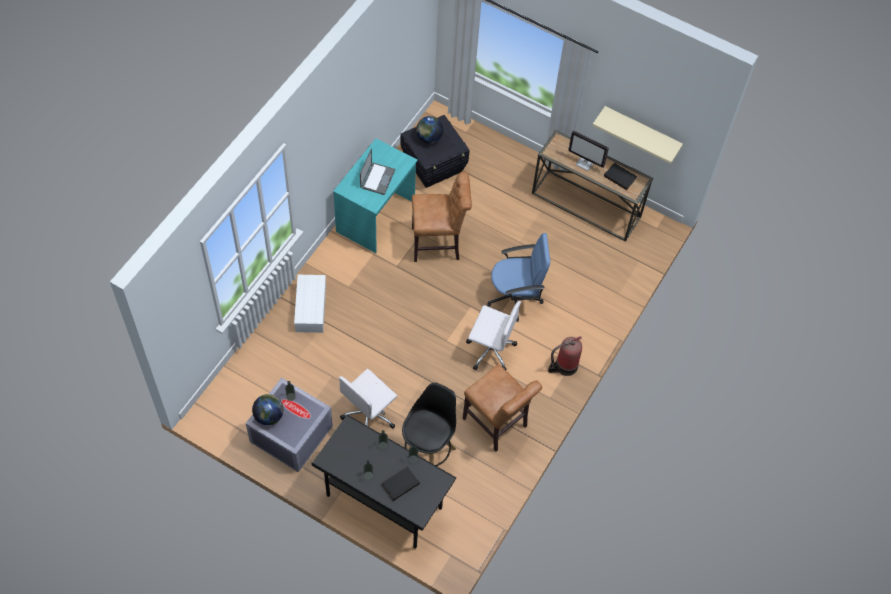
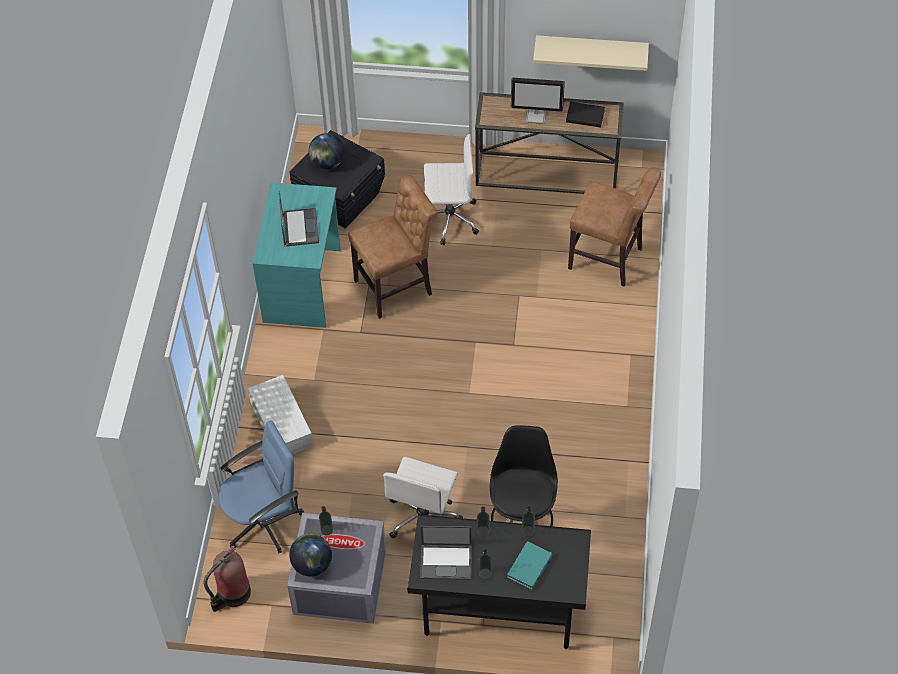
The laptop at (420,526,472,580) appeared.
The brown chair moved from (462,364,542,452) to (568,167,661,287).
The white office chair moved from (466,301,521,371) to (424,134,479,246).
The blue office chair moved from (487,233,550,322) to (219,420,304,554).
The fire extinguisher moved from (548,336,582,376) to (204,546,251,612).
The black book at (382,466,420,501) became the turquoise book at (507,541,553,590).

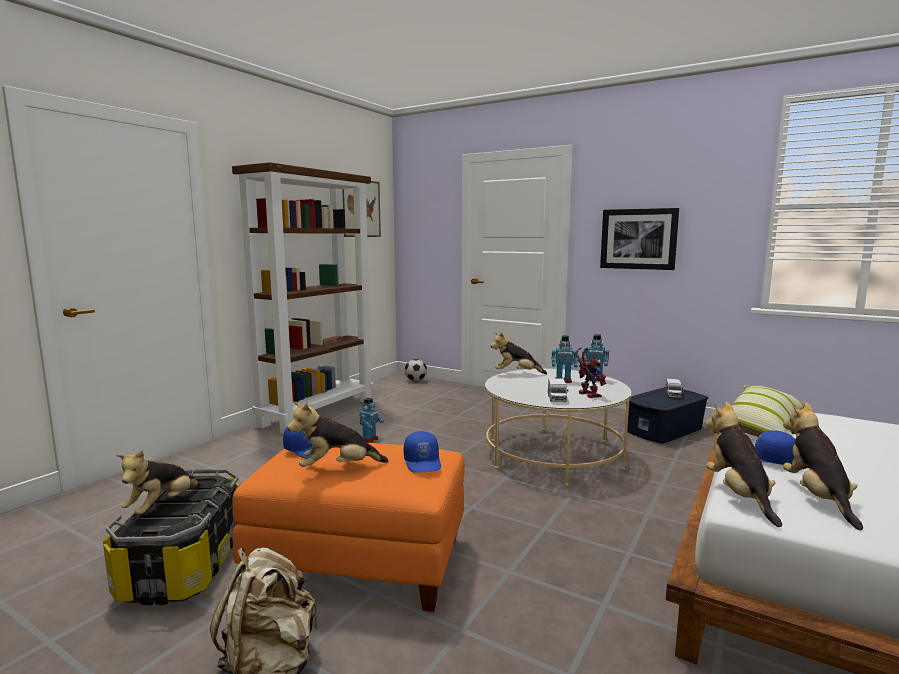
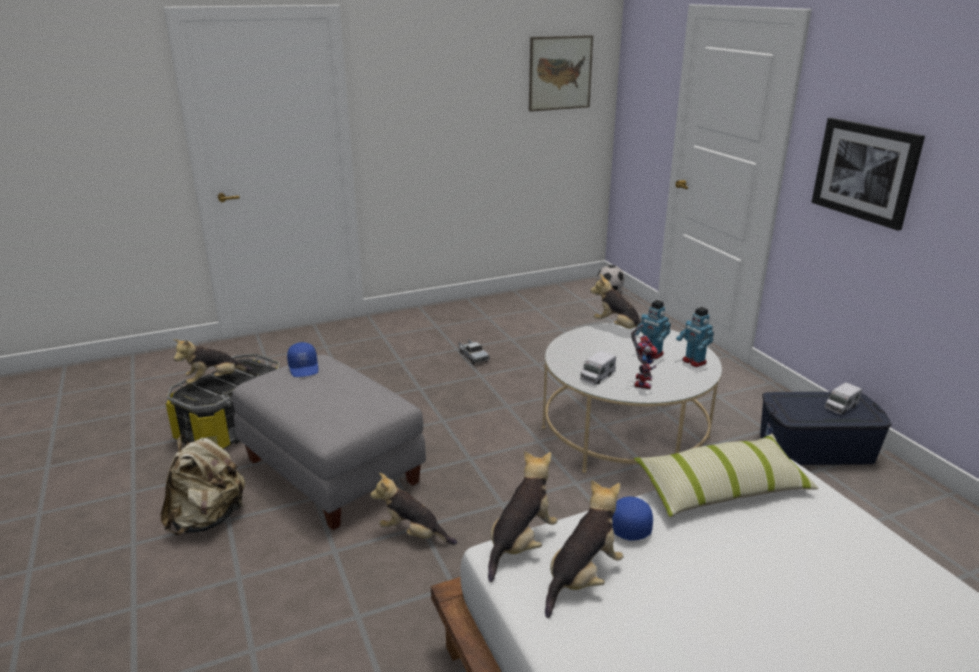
The brown bookcase at (232,162,374,434) disappeared.
The blue cap at (404,431,441,473) disappeared.
The plush toy moved from (287,402,389,467) to (370,473,457,544).
The toy robot at (360,398,384,443) was replaced by the toy truck at (459,339,490,365).
The orange ottoman at (232,443,465,612) became the grey ottoman at (232,355,426,530).

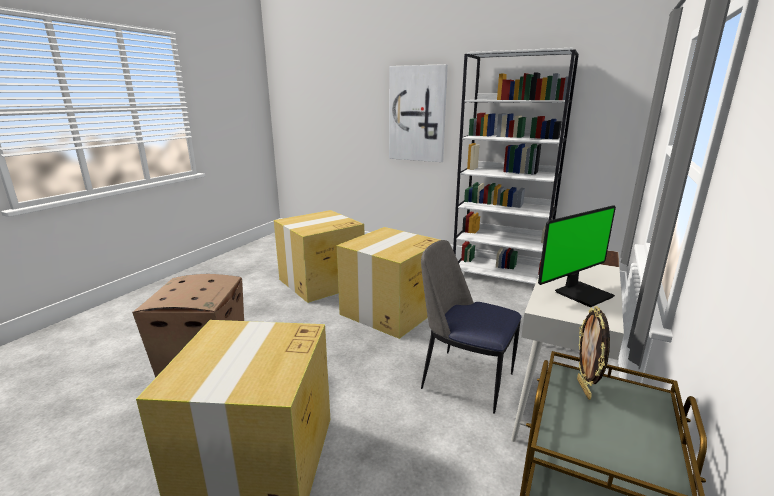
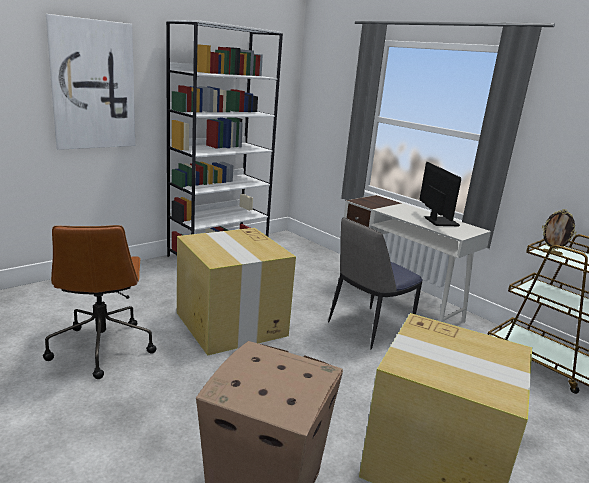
The cardboard box at (274,210,364,303) was replaced by the brown office chair at (43,225,156,379).

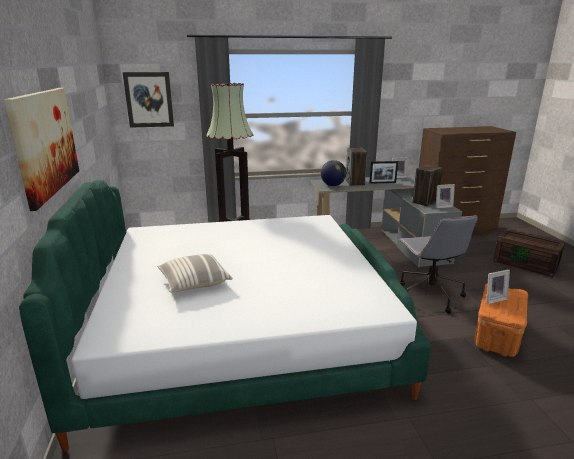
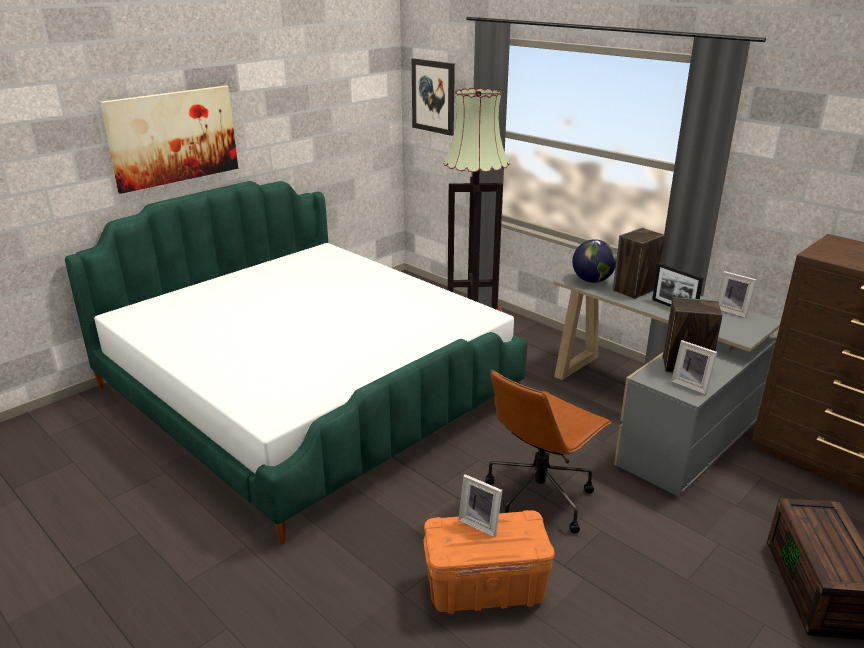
The pillow at (157,254,233,292) disappeared.
The grey office chair at (399,216,478,313) became the brown office chair at (486,370,612,534).

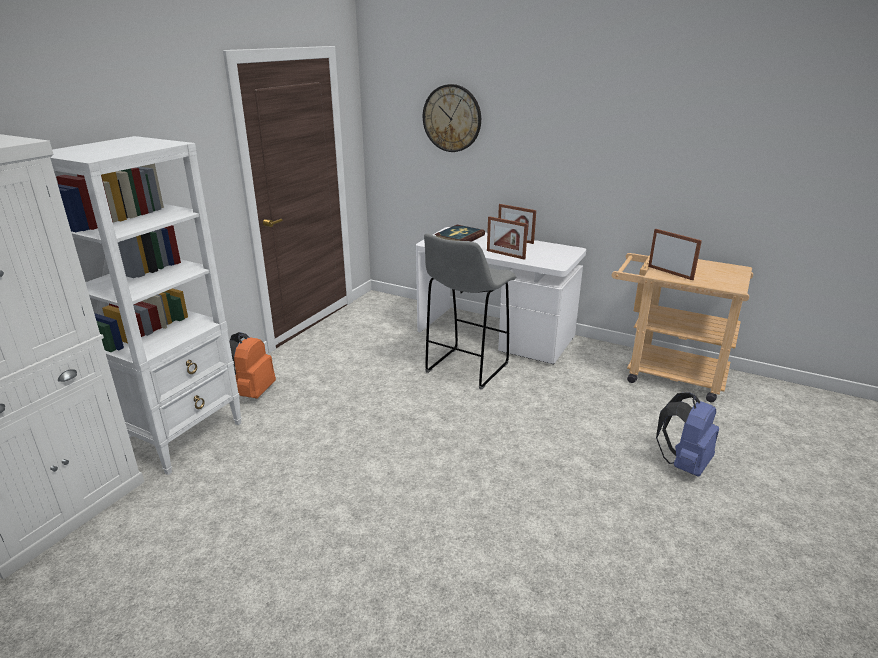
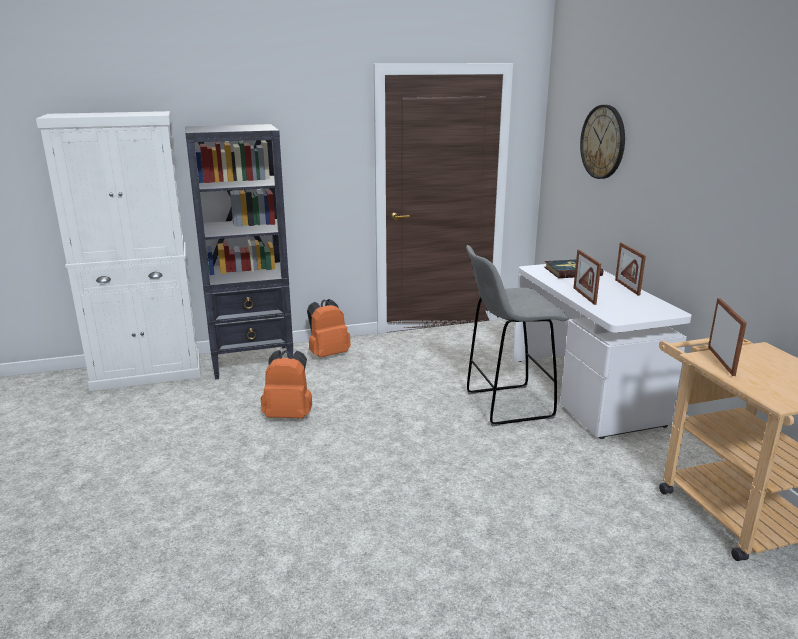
The blue backpack at (656,392,719,477) disappeared.
The orange backpack at (261,350,312,418) appeared.
The white bookcase at (50,136,242,475) became the black bookcase at (185,124,293,379).

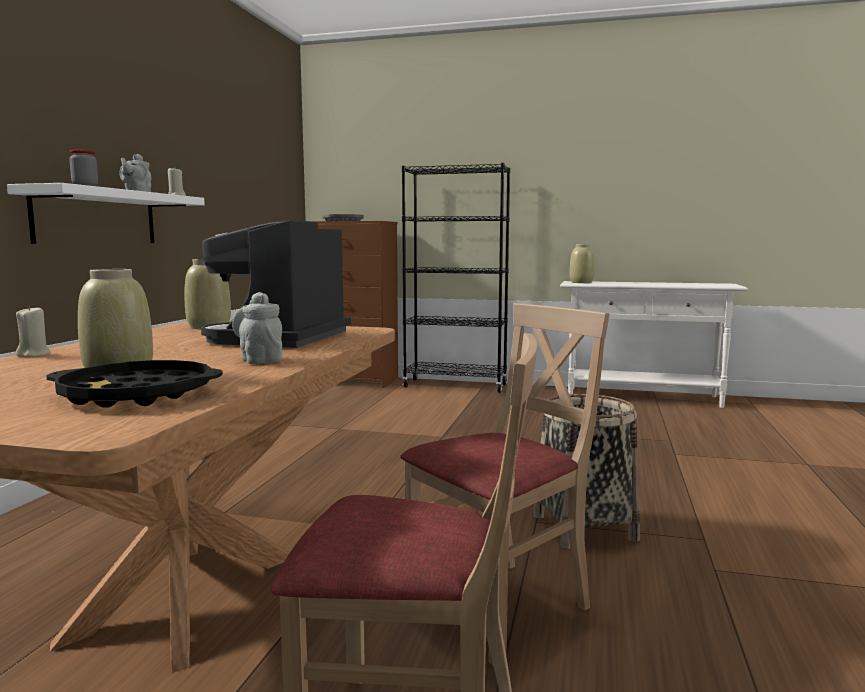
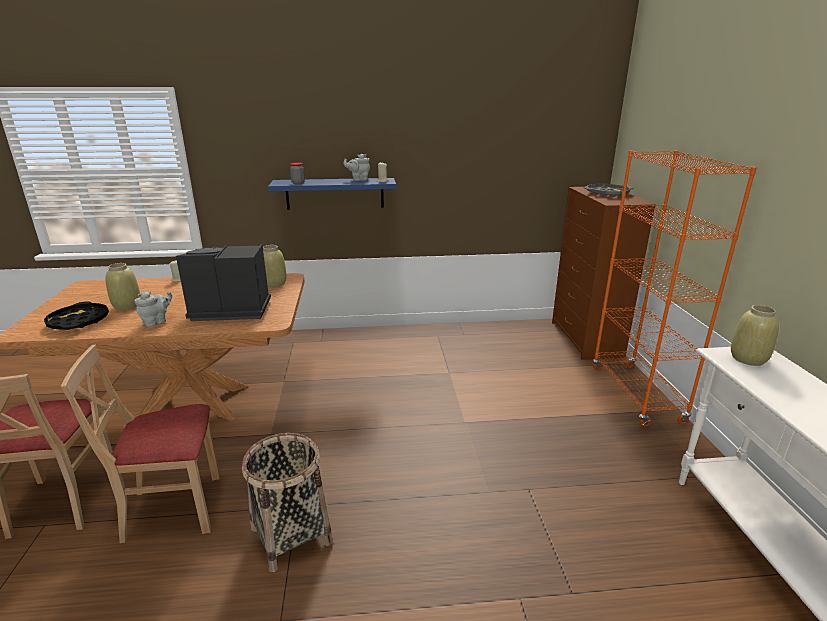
The white shelf at (7,183,205,244) became the blue shelf at (268,178,396,210).
The black bookcase at (402,163,510,393) became the orange bookcase at (593,150,757,427).
The beige chair at (400,303,609,665) turned 135 degrees clockwise.

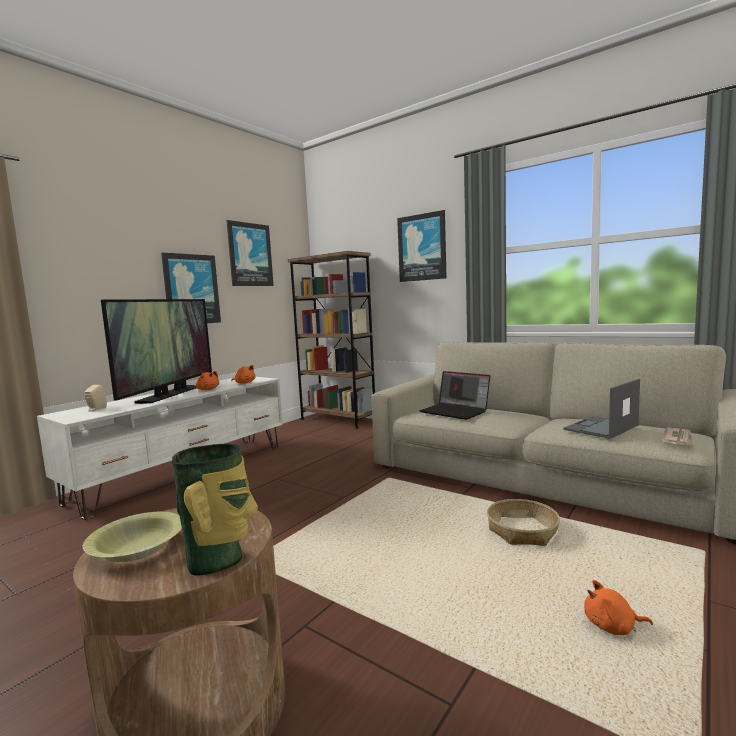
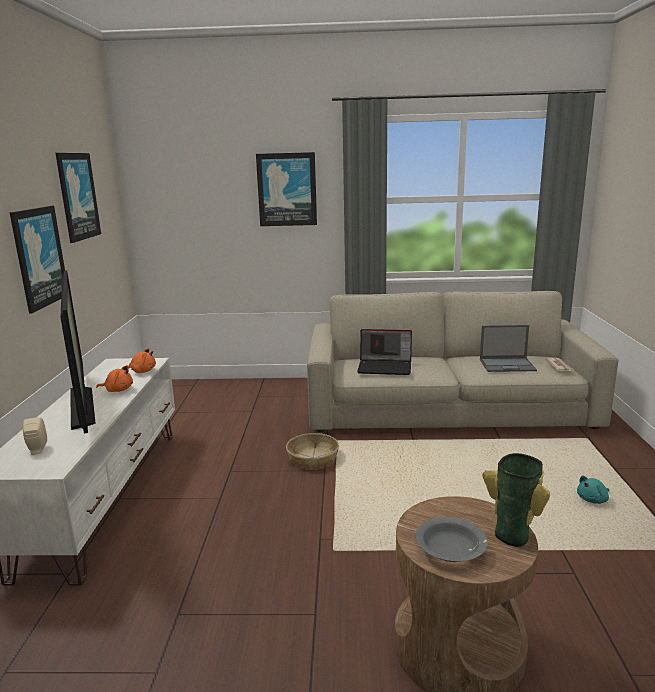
The brown bookcase at (288,251,375,429) disappeared.
The basket moved from (487,499,560,546) to (286,433,339,470).
The yellow bowl at (83,512,182,562) became the grey bowl at (416,517,487,562).
The orange plush toy at (584,580,653,635) became the turquoise plush toy at (577,475,609,504).
The laptop at (564,379,640,439) turned 105 degrees counterclockwise.

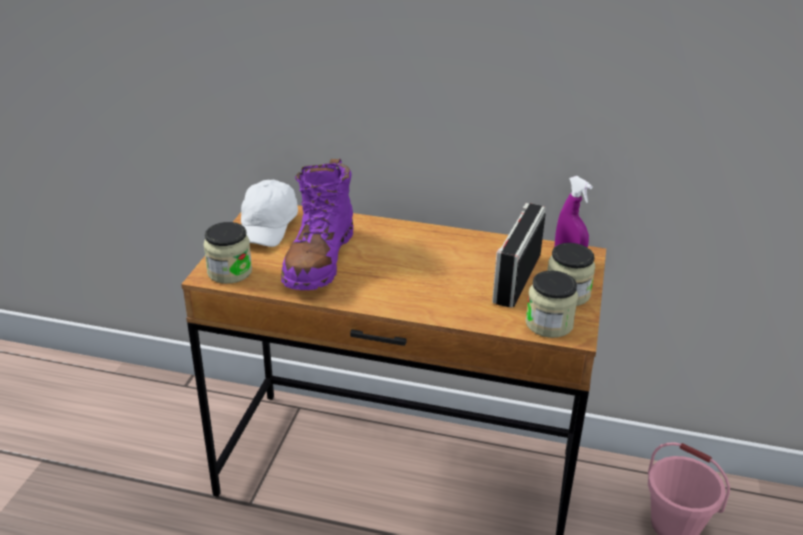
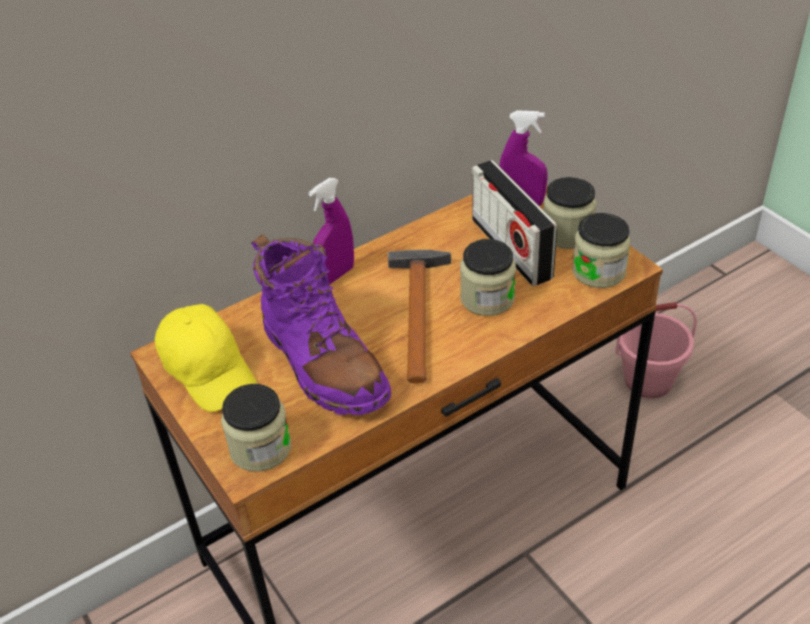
The purple spray bottle at (308,178,354,284) appeared.
The hammer at (388,250,451,384) appeared.
The jar at (460,239,516,316) appeared.
The white cap at (241,180,298,247) became the yellow cap at (155,304,257,412).

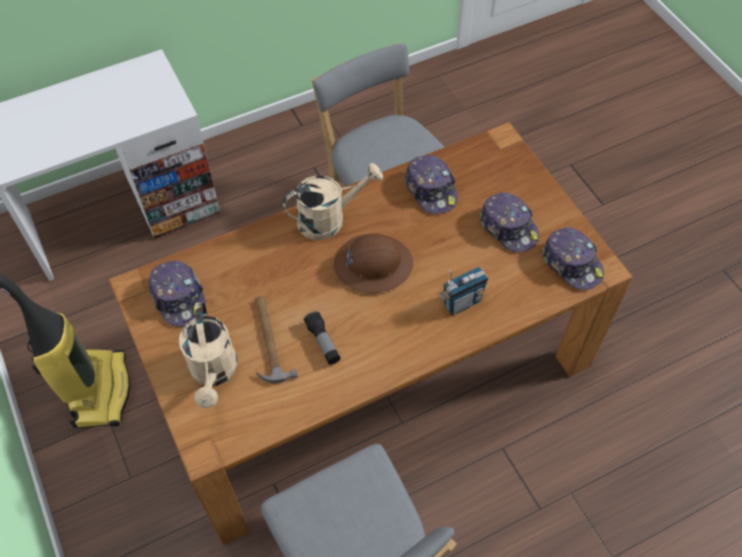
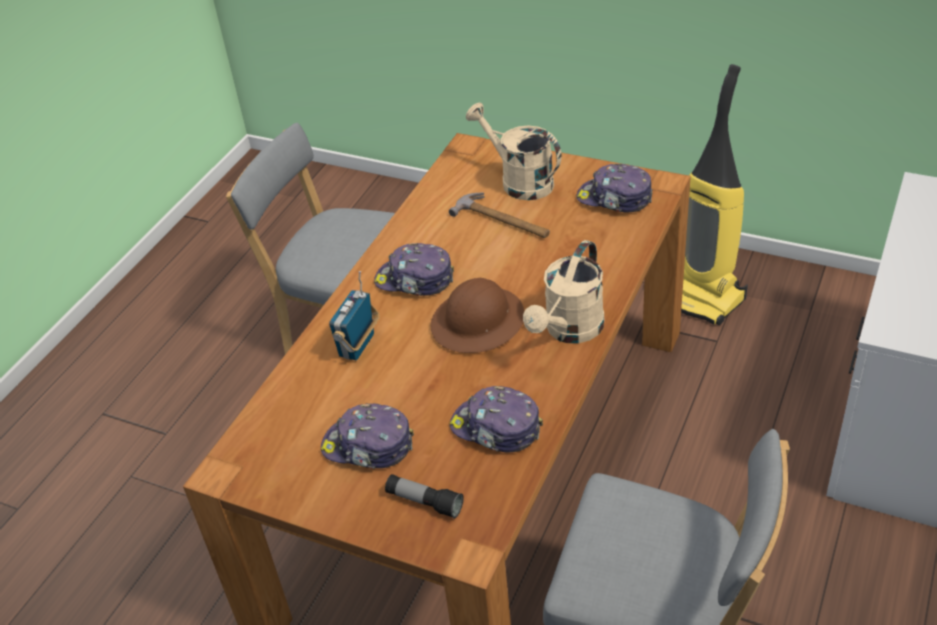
The flashlight moved from (303,311,341,365) to (385,474,464,519).
The cap moved from (541,228,604,290) to (374,243,454,296).

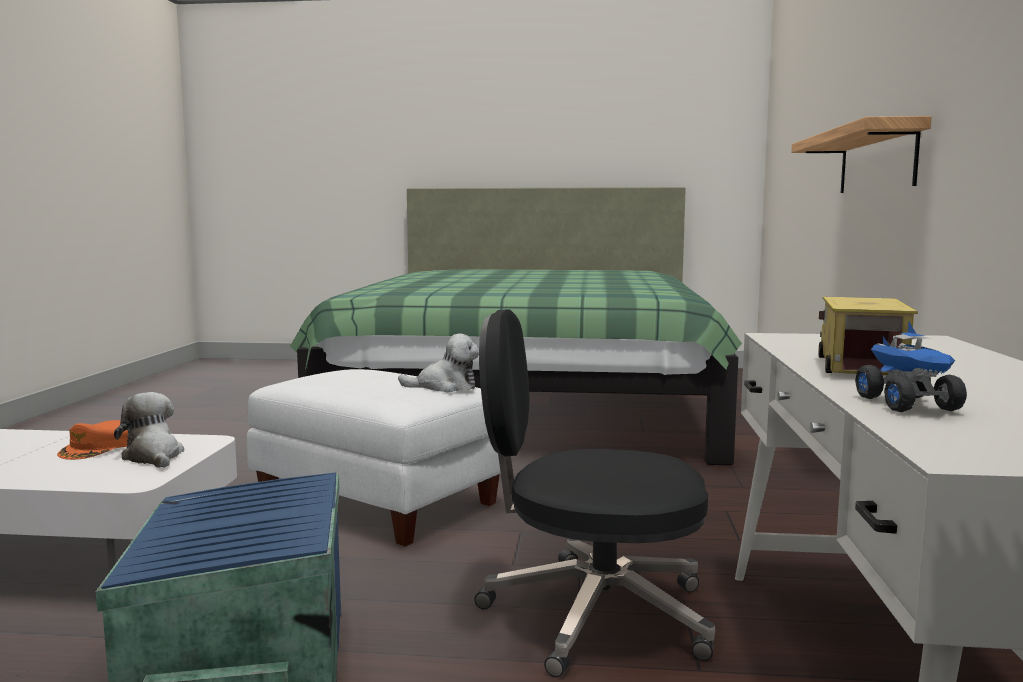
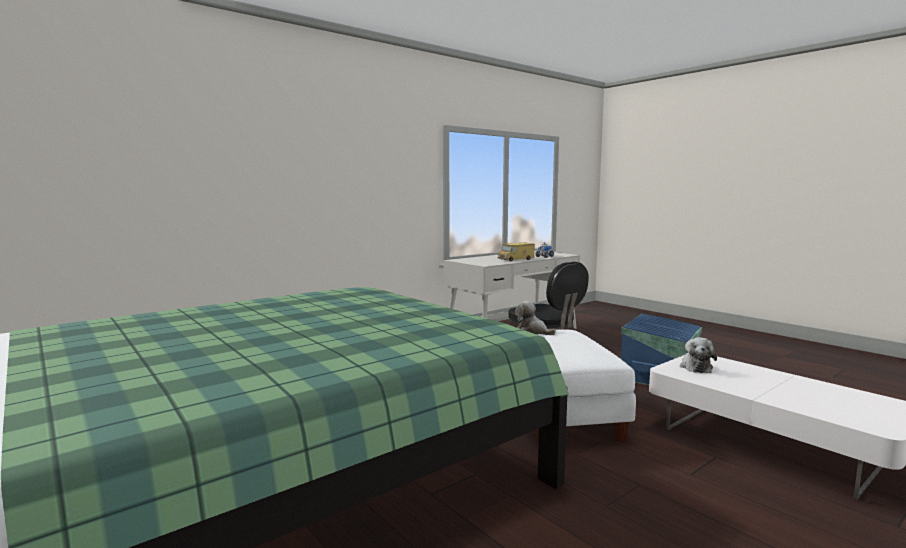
The orange cap at (57,420,128,460) disappeared.
The shelf at (791,116,931,193) disappeared.

